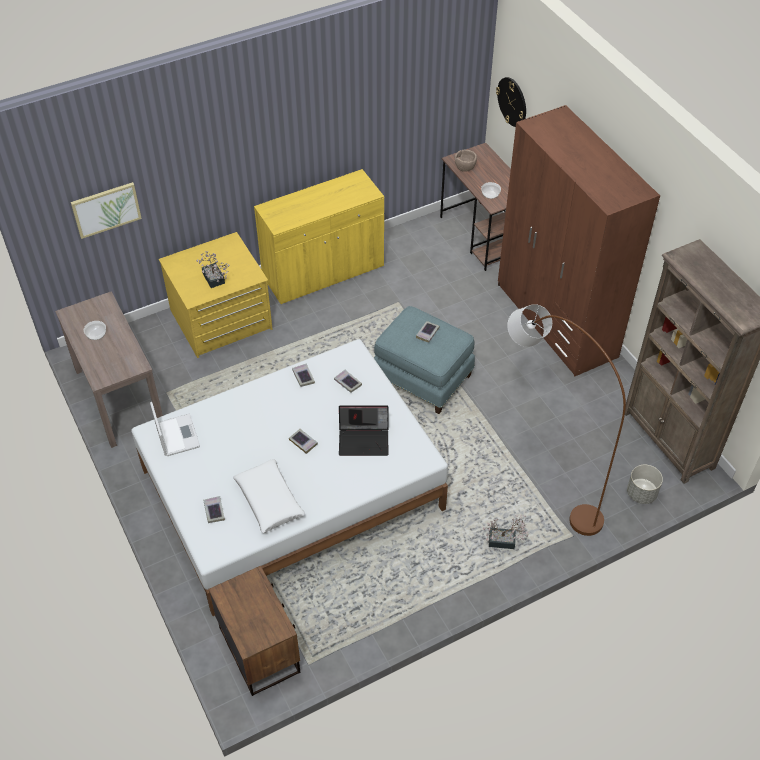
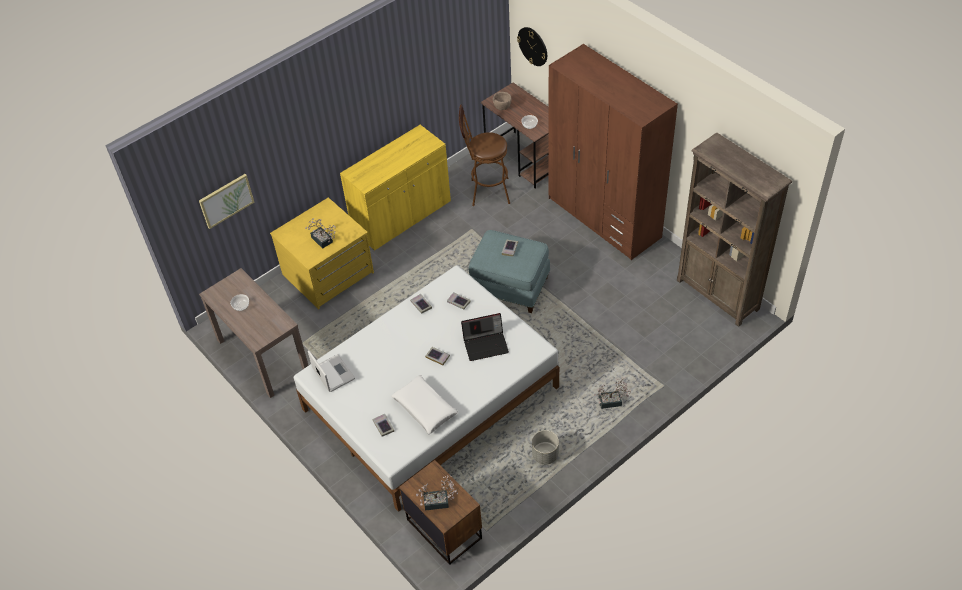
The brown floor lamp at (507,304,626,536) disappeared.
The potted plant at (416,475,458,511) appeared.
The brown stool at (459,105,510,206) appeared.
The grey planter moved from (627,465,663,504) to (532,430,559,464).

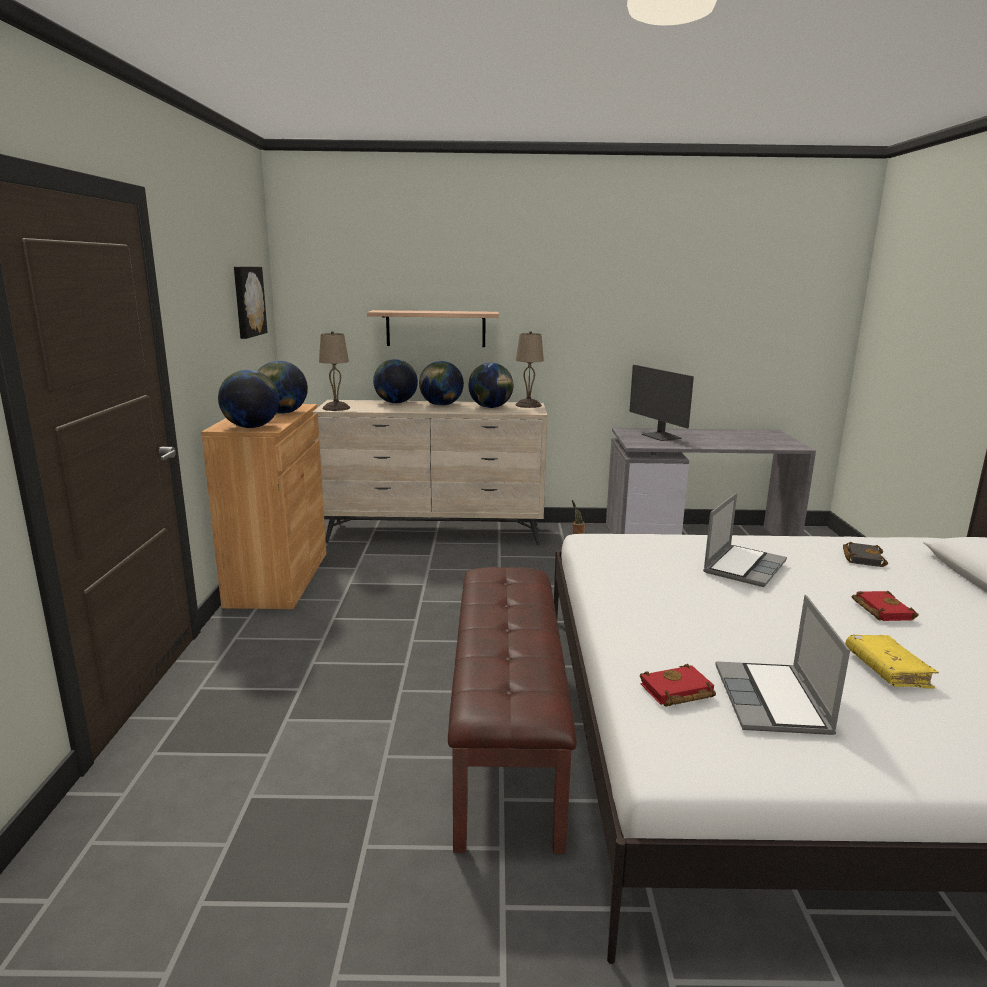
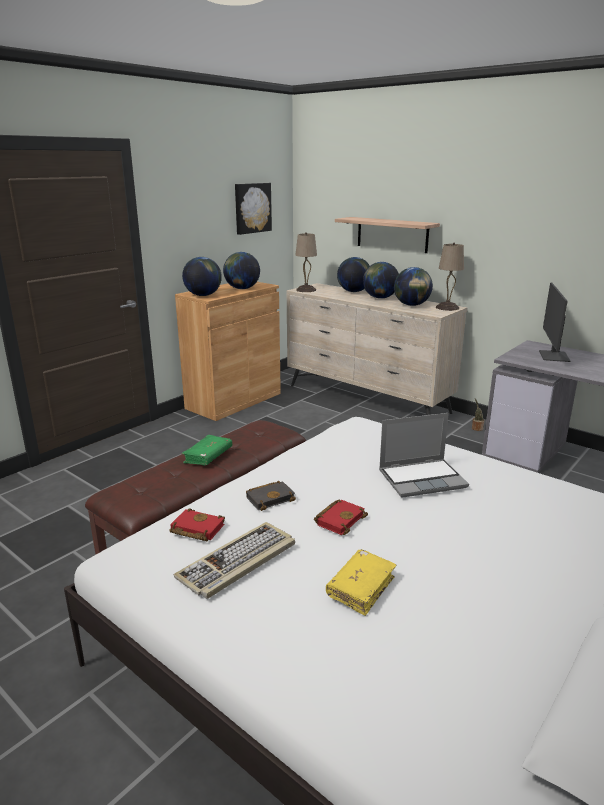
The green book at (182,435,232,465) appeared.
The black book moved from (843,542,888,567) to (246,481,296,511).
The red book moved from (851,591,919,621) to (314,500,368,535).
The laptop at (715,595,850,735) was replaced by the keyboard at (173,522,295,599).

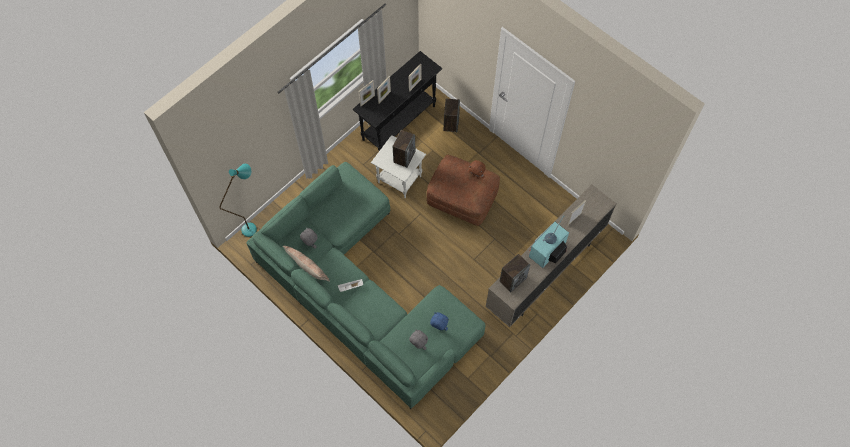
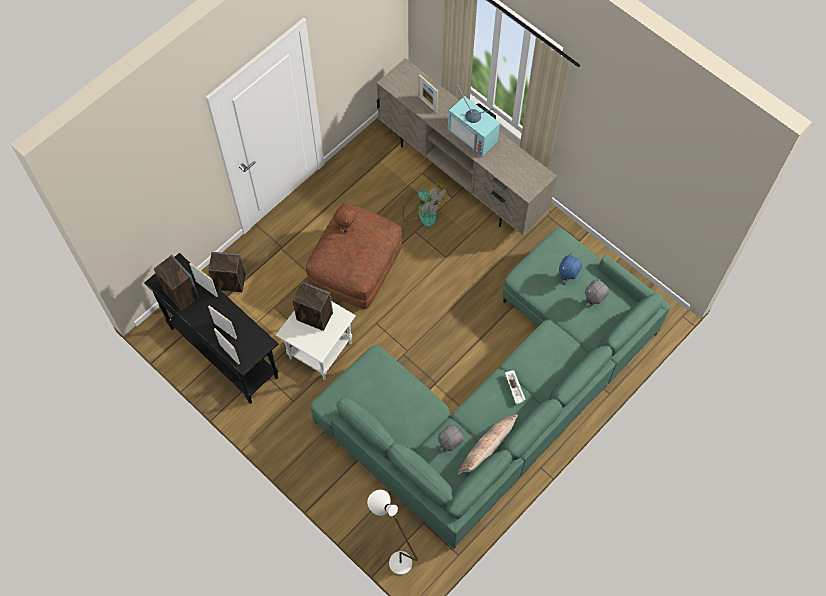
The fan at (402,184,447,227) appeared.
The speaker moved from (499,254,530,293) to (154,255,199,310).
The turquoise floor lamp at (219,164,257,237) became the white floor lamp at (367,490,418,575).

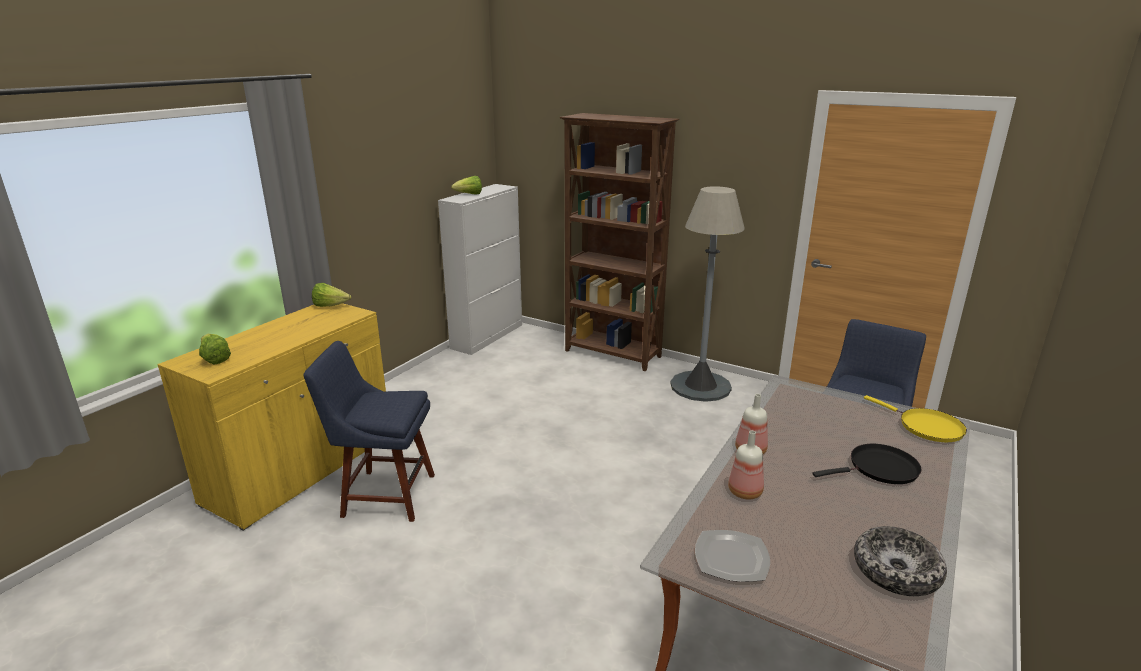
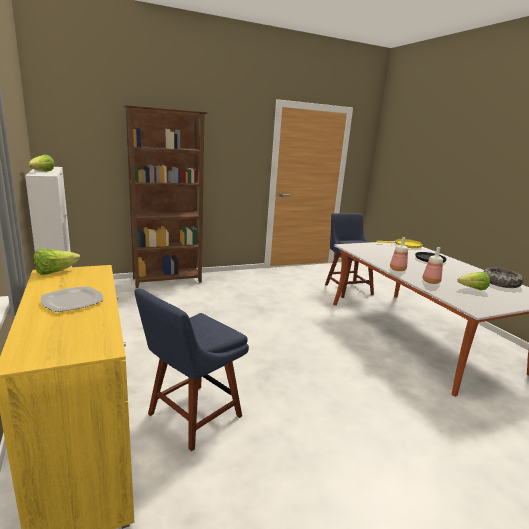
The grey floor lamp at (671,186,745,402) disappeared.
The lettuce moved from (199,334,231,364) to (457,272,490,290).
The plate moved from (695,530,770,582) to (41,286,104,312).

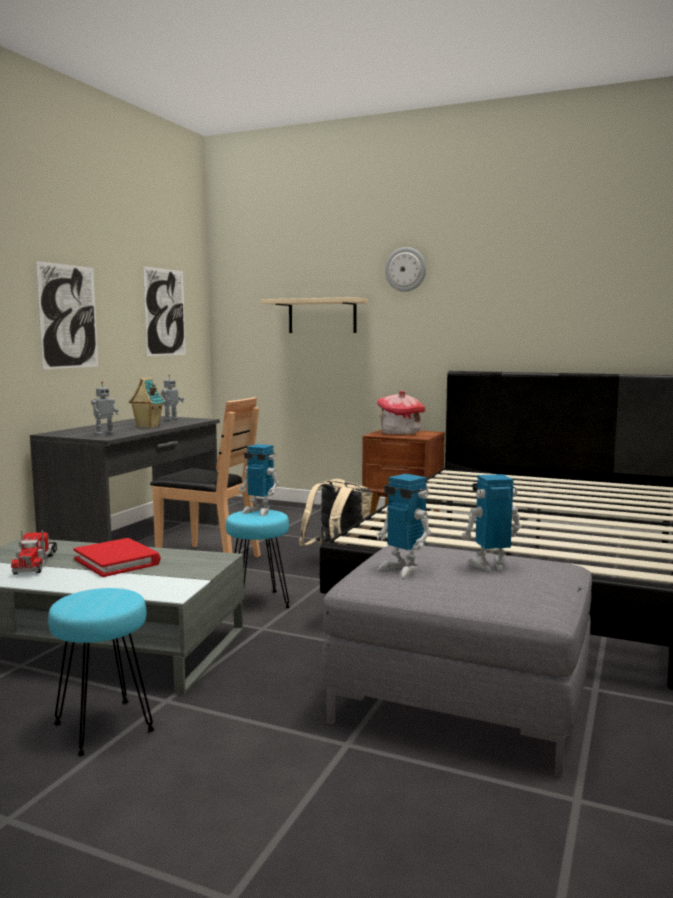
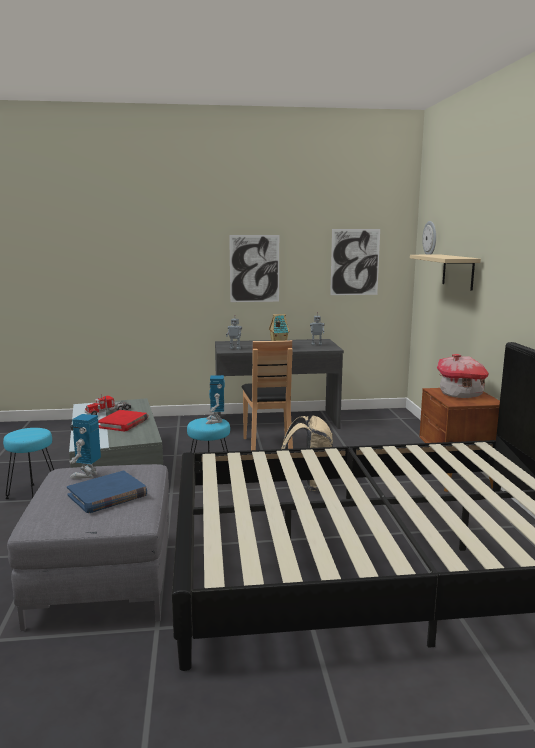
The wall clock moved from (385,247,426,292) to (422,221,436,255).
The toy robot at (461,474,522,572) was replaced by the blue book at (67,471,147,513).

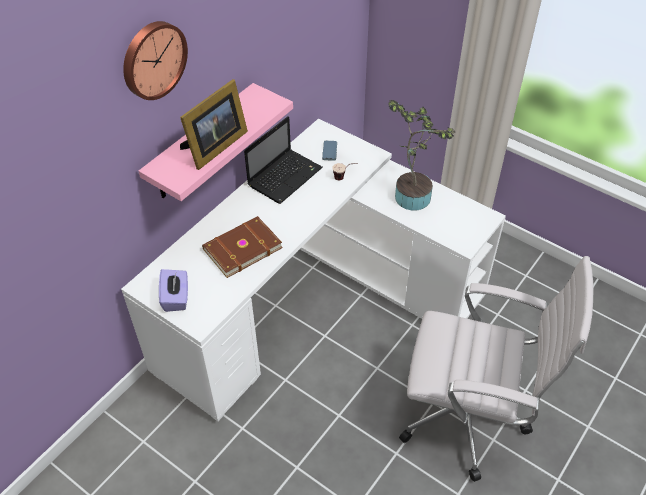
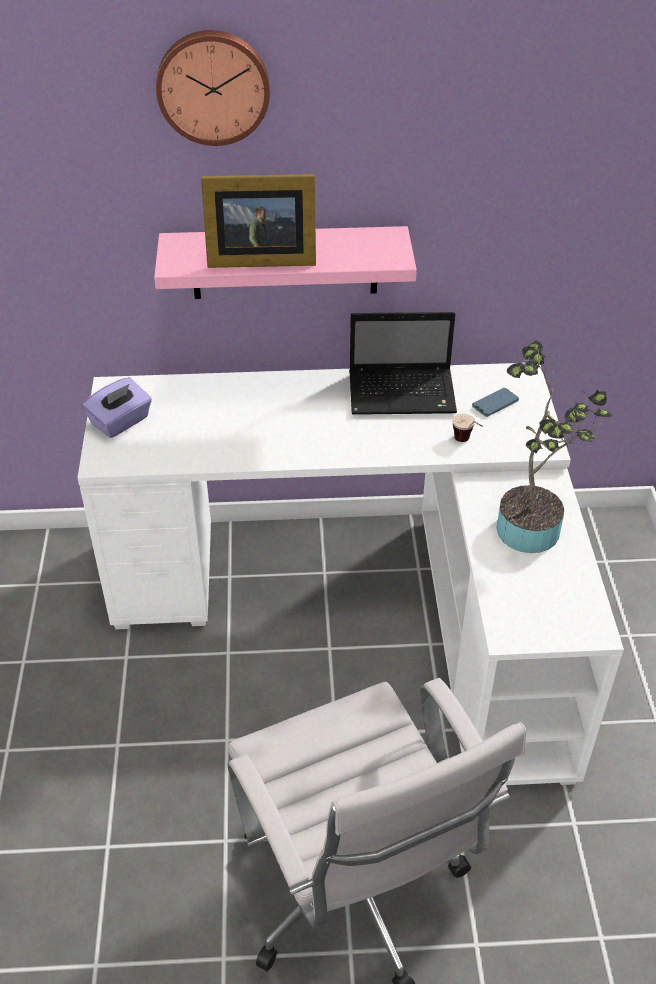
The brown book at (202,216,283,278) disappeared.

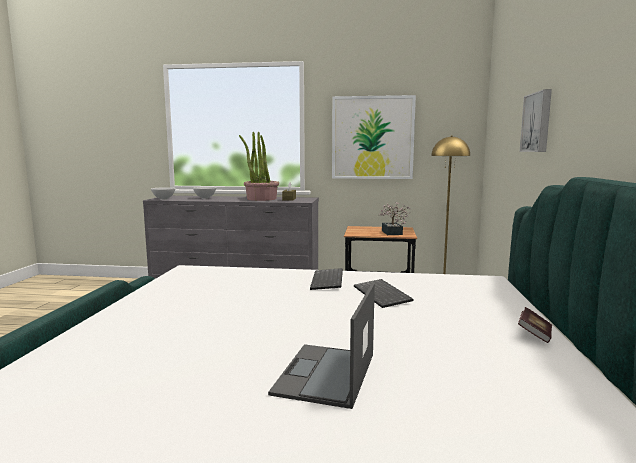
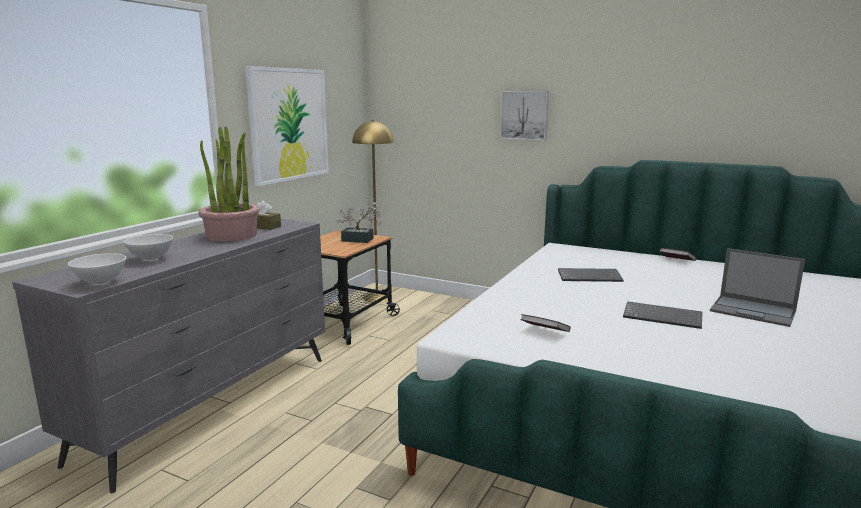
The book at (521,314,571,332) appeared.
The keyboard moved from (310,268,343,290) to (623,301,702,329).

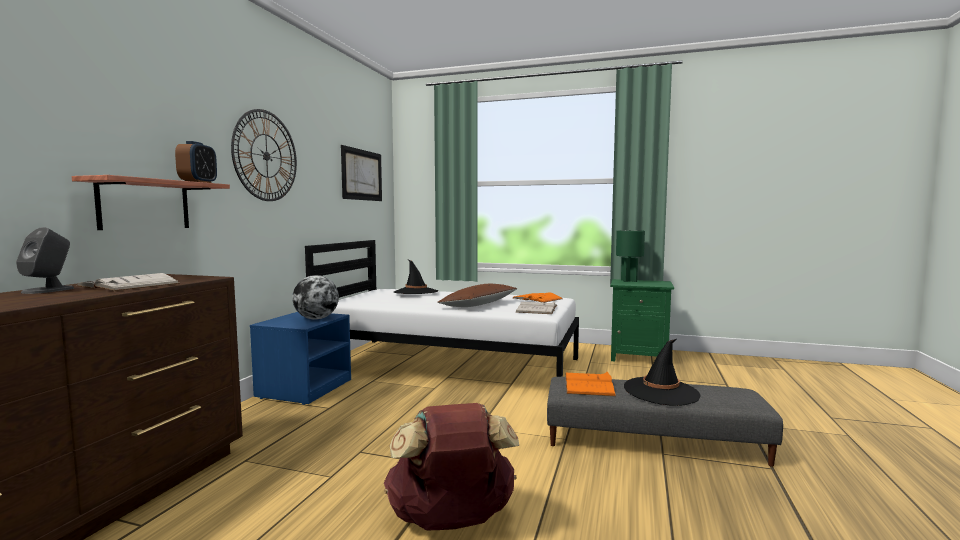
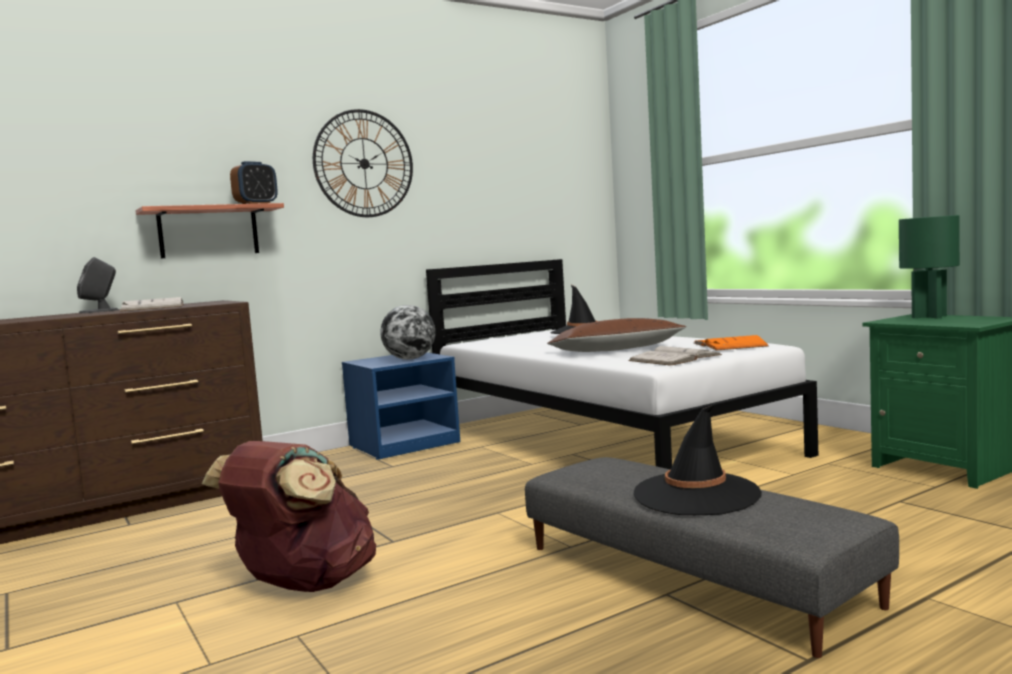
The picture at (341,145,382,201) disappeared.
The orange book at (565,372,616,397) disappeared.

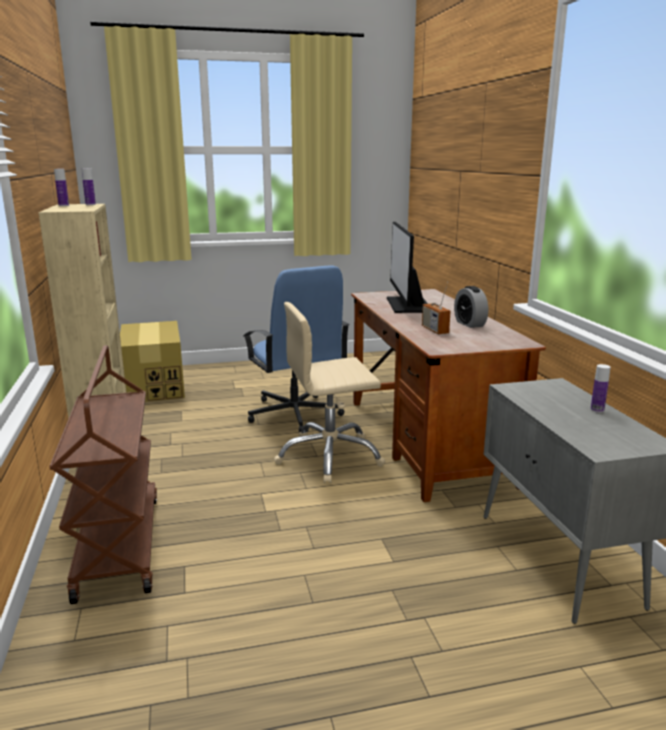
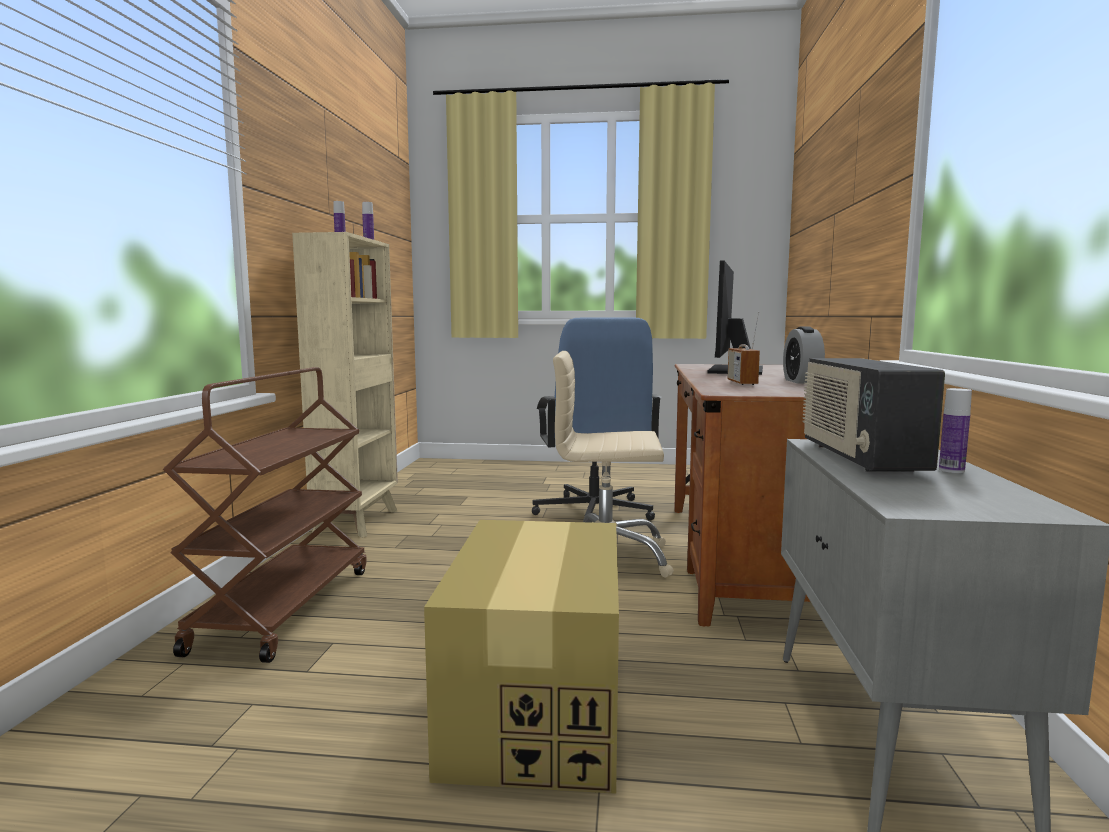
The radio at (802,358,945,472) appeared.
The cardboard box moved from (120,321,185,402) to (424,520,619,794).

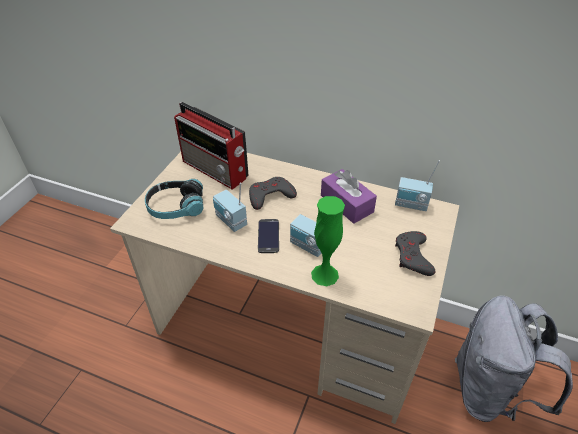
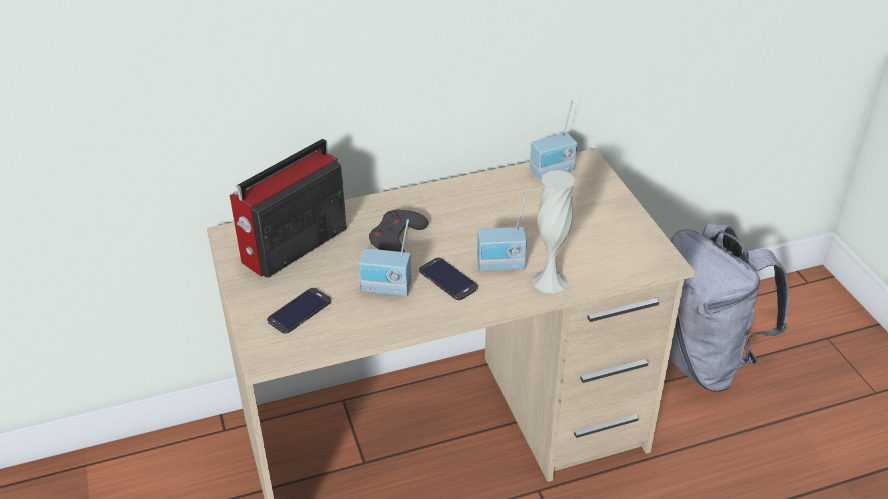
The purple tissue box at (321,169,377,224) disappeared.
The grey game controller at (395,231,435,276) disappeared.
The headphones at (145,179,204,219) was replaced by the phone at (267,288,331,334).
The green vase at (311,196,345,286) became the white vase at (532,170,575,294).
The radio at (174,102,248,190) turned 135 degrees clockwise.

